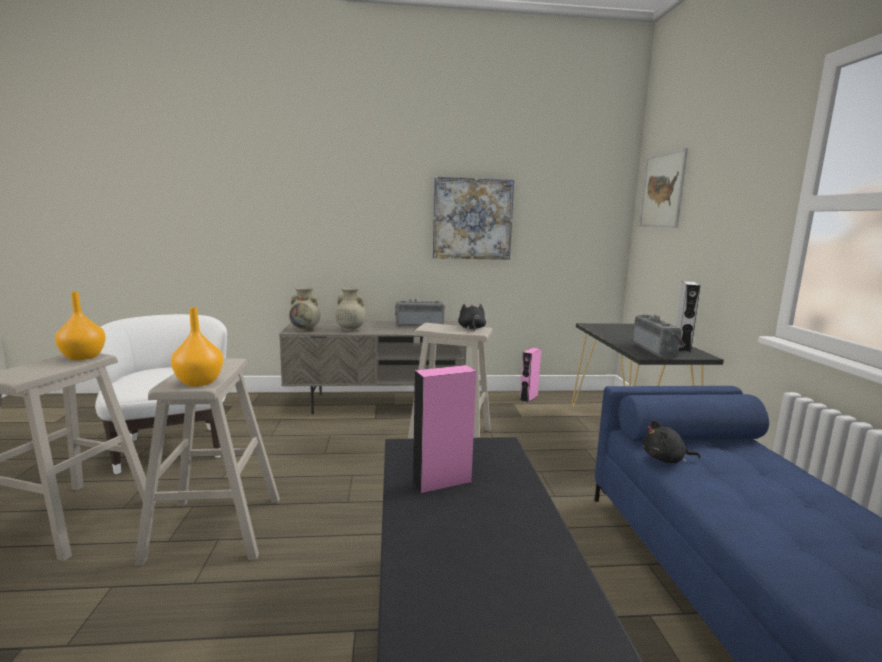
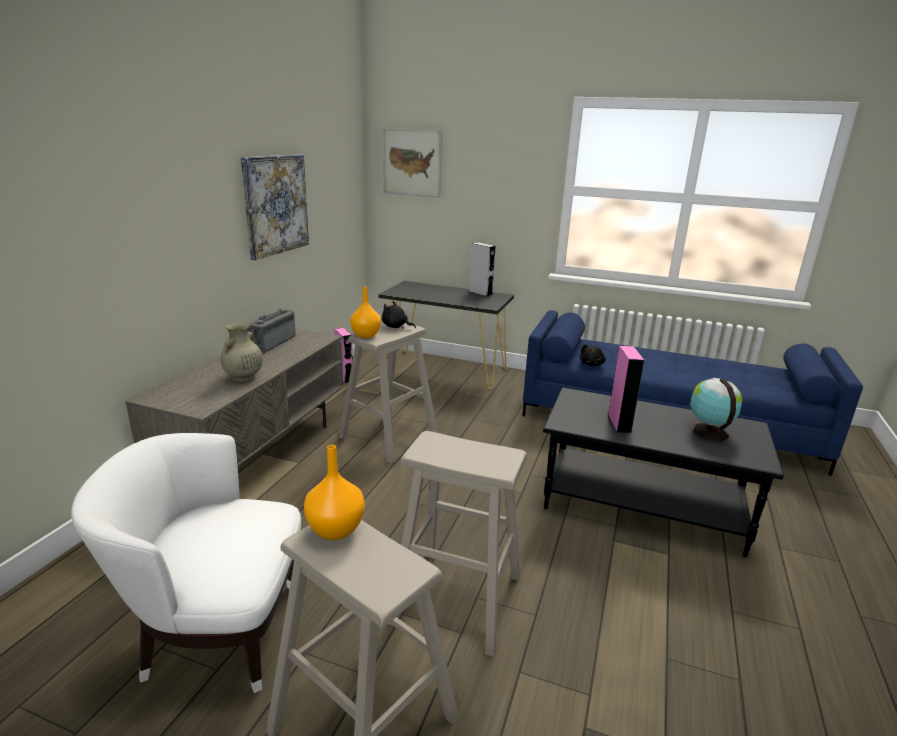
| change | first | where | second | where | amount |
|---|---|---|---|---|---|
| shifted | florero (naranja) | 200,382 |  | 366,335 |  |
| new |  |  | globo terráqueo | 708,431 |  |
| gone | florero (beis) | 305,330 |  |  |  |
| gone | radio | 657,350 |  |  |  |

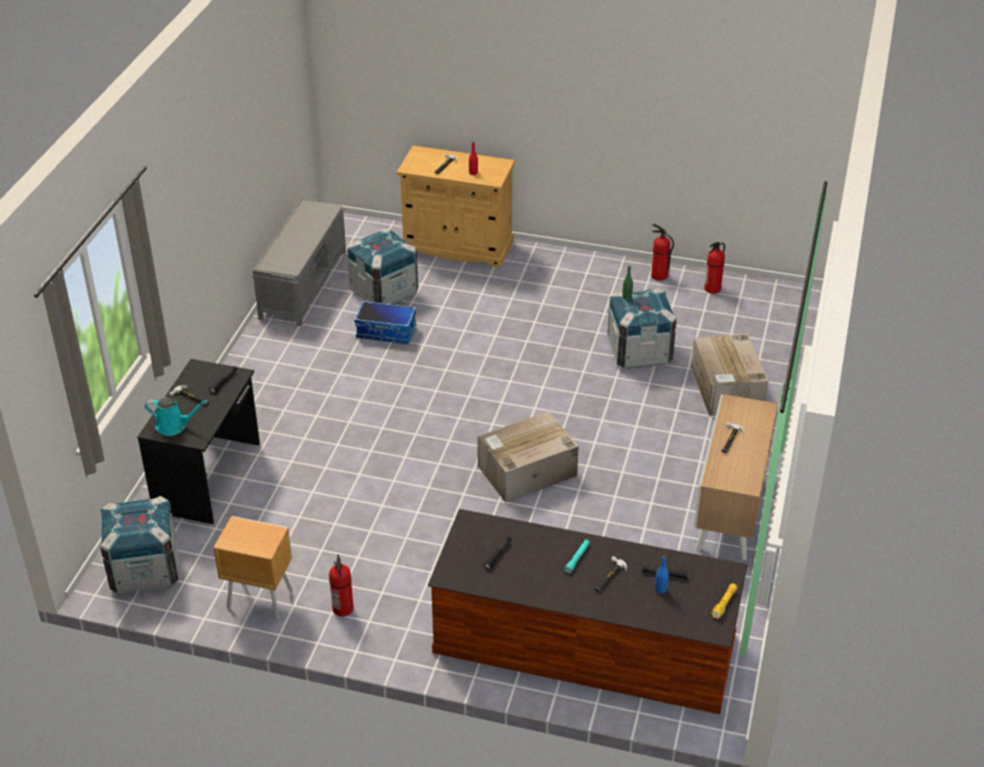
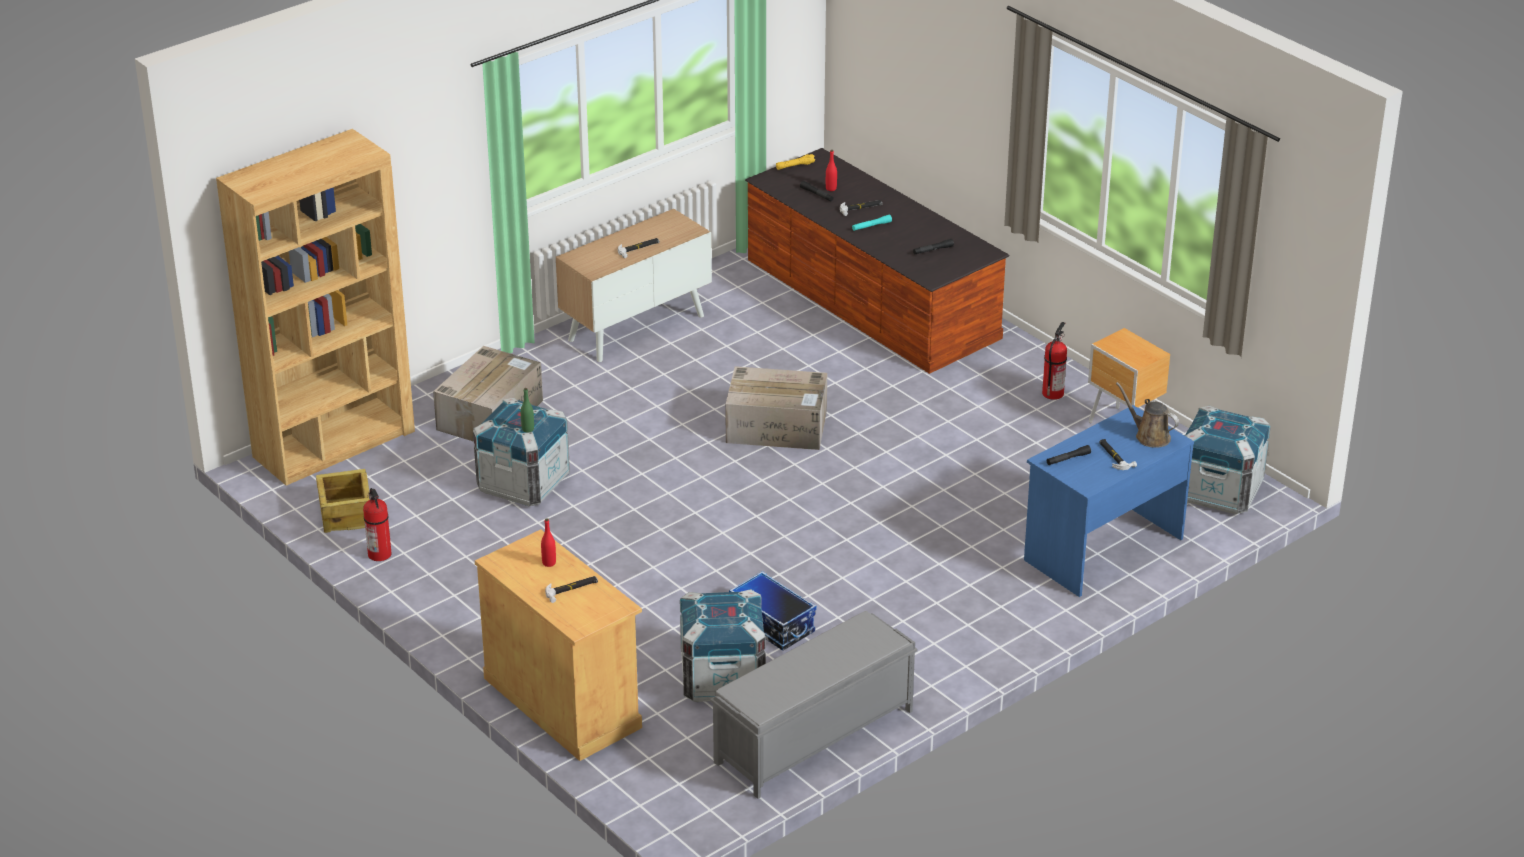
| change | first | where | second | where | amount |
|---|---|---|---|---|---|
| new |  |  | estantería (marrón) | 334,444 |  |
| swapped | extintor | 712,289 | caja de embalaje | 347,513 |  |
| repainted | botella (azul) | 660,589 | botella (rojo) | 831,188 |  |
| repainted | escritorio (negro) | 209,477 | escritorio (azul) | 1101,548 |  |
| repainted | regadera (turquesa) | 174,426 | regadera (marrón) | 1149,436 |  |

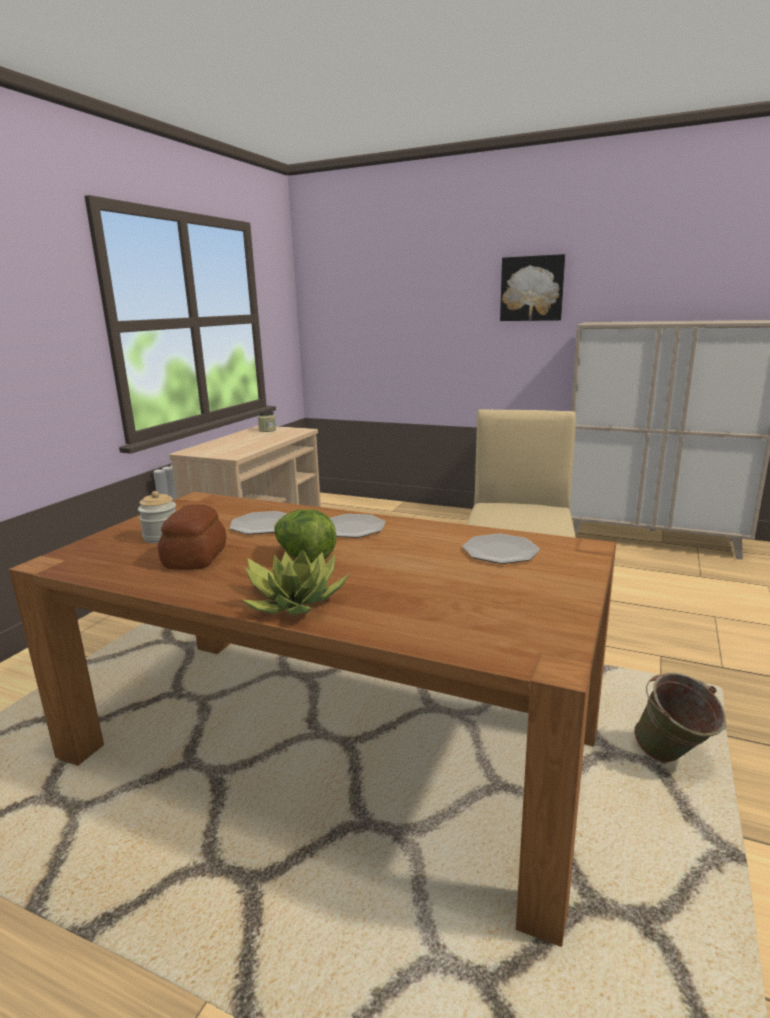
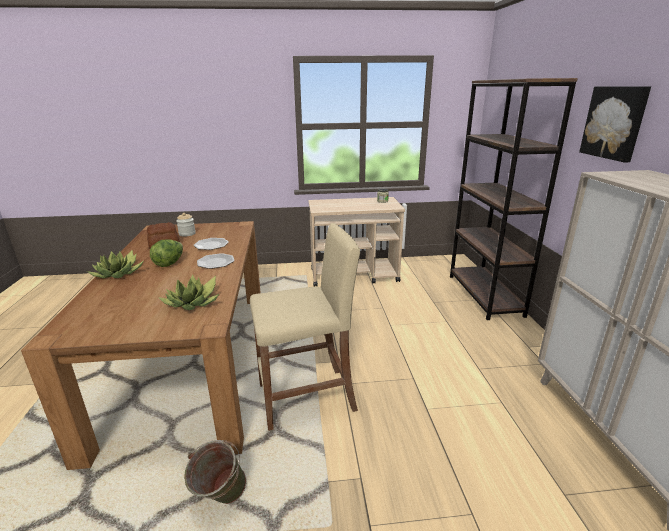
| change | first | where | second | where | amount |
|---|---|---|---|---|---|
| swapped | plato | 500,551 | planta en maceta | 194,303 |  |
| new |  |  | estantería (marrón) | 484,295 |  |

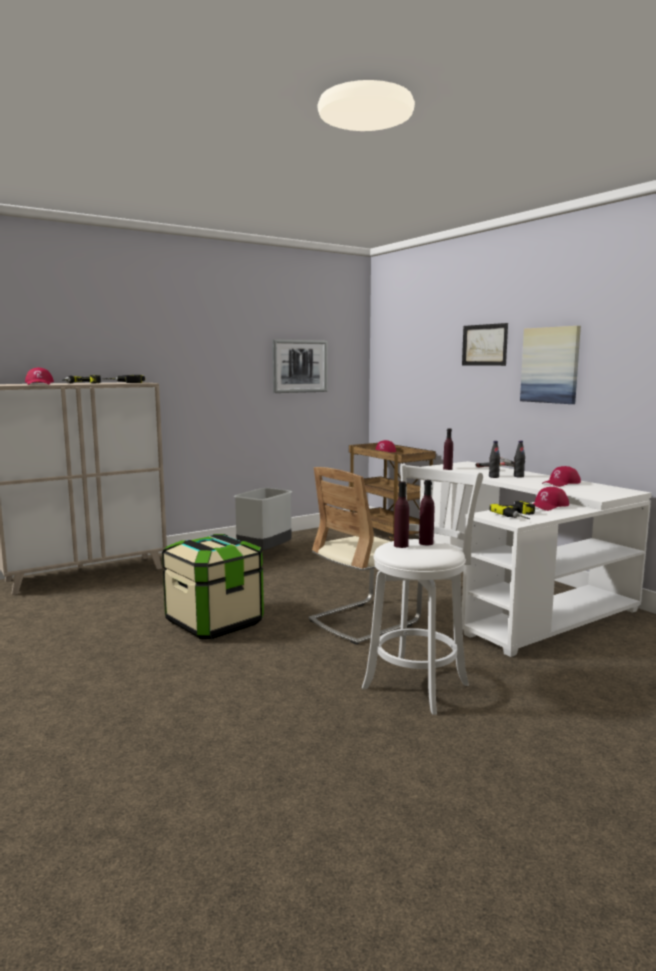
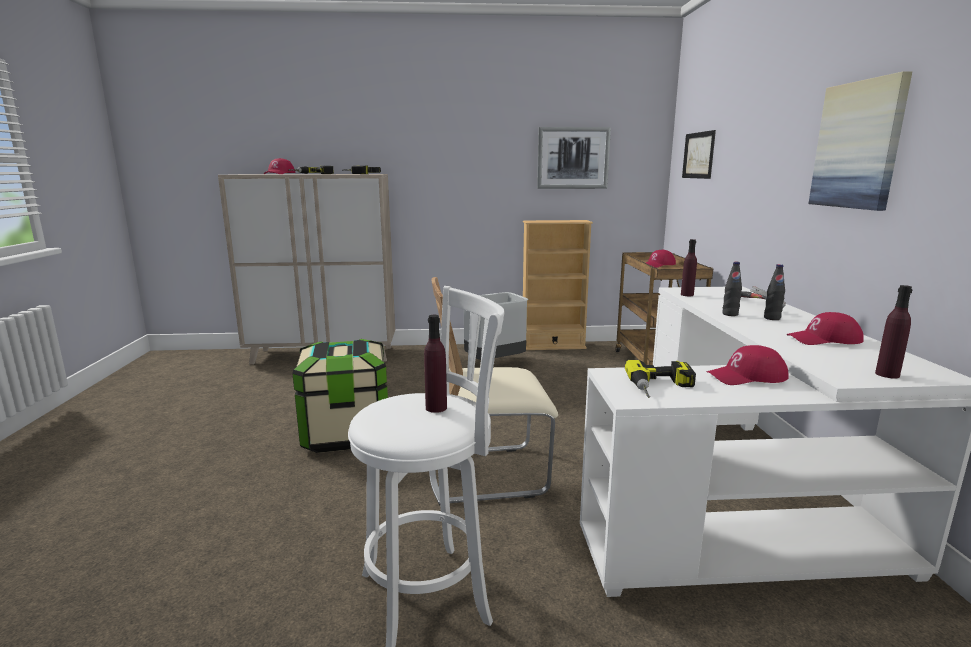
| change | first | where | second | where | amount |
|---|---|---|---|---|---|
| new |  |  | estantería (beis) | 553,346 |  |
| shifted | cuadro | 484,345 |  | 698,155 |  |
| shifted | botella (morado) | 401,545 |  | 887,374 |  |

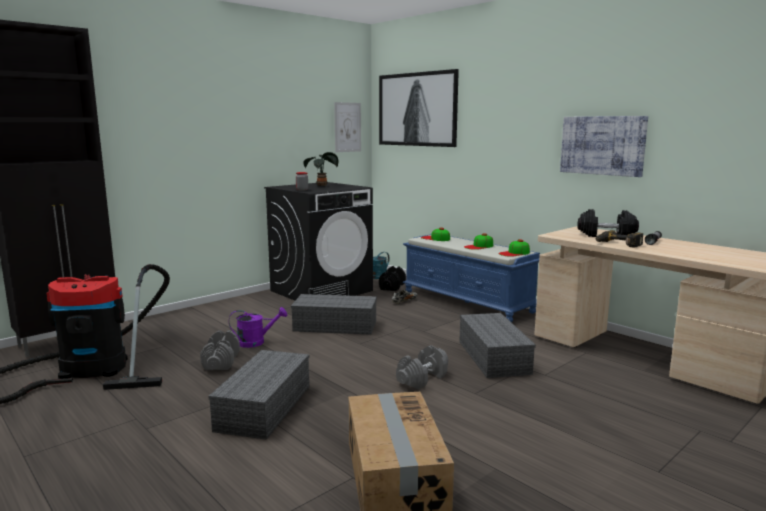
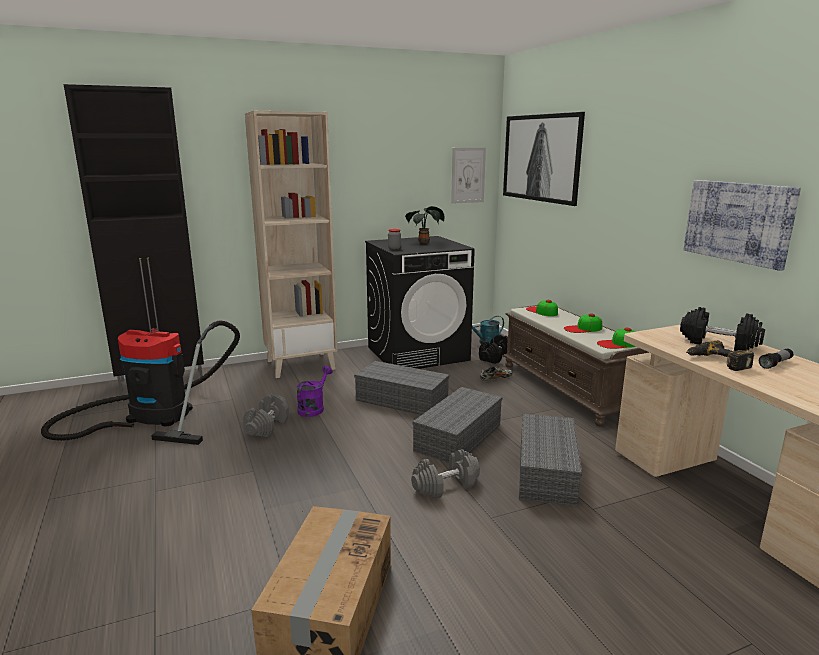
| change | first | where | second | where | amount |
|---|---|---|---|---|---|
| new |  |  | estantería (beis) | 301,364 |  |
| rotated | regadera (morado) | 256,342 |  | 313,408 | 75 degrees counterclockwise |
| shifted | caja de almacenaje (gris) | 264,406 |  | 458,436 |  |
| repainted | banco (azul) | 468,301 | banco (marrón) | 568,389 |  |

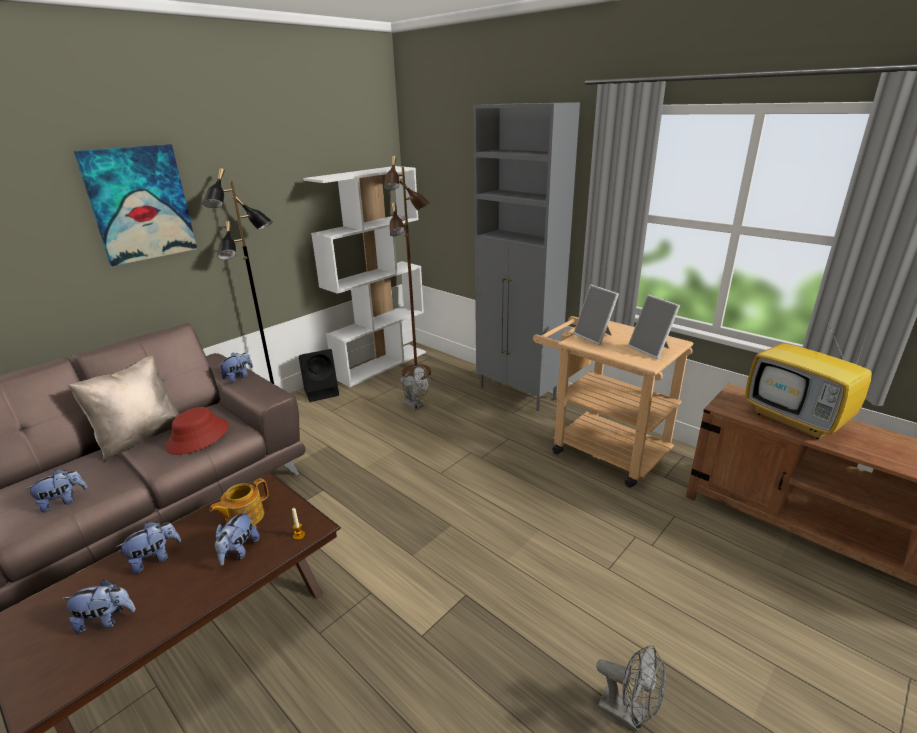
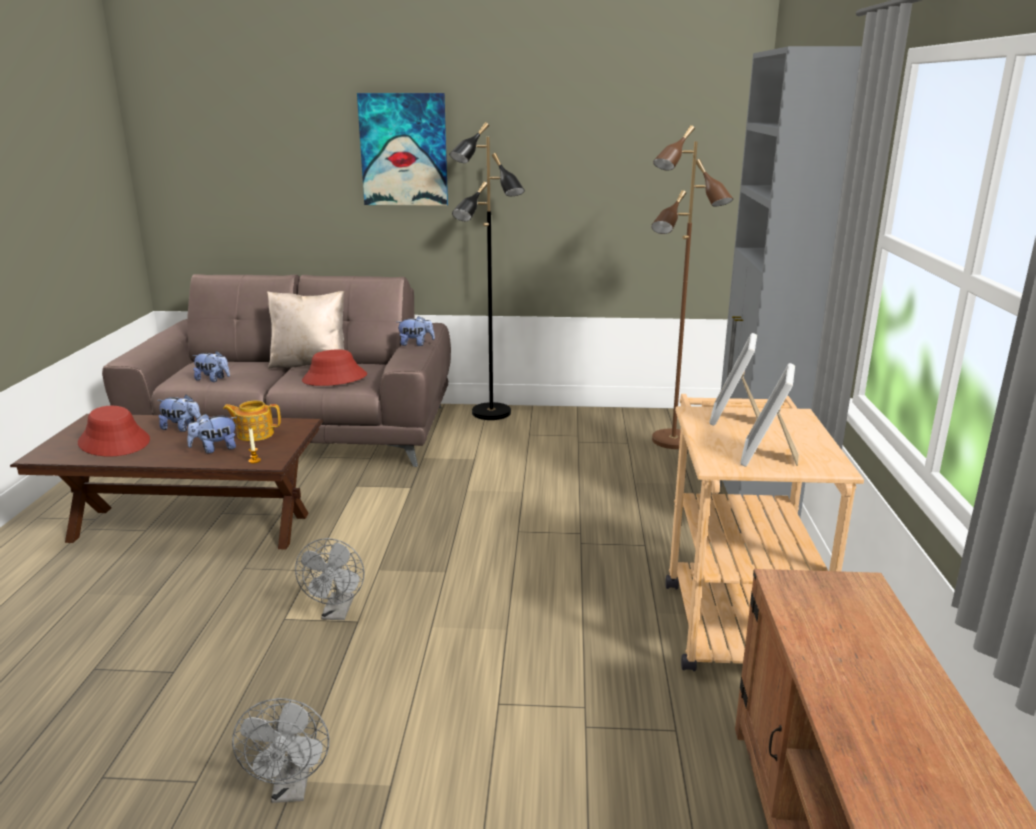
| change | first | where | second | where | amount |
|---|---|---|---|---|---|
| swapped | peluche | 106,620 | sombrero (rojo) | 115,442 |  |
| shifted | ventilador (gris) | 415,406 |  | 337,613 |  |
| gone | altavoz (negro) | 322,392 |  |  |  |
| gone | estantería (blanco) | 381,364 |  |  |  |
| gone | televisor | 797,420 |  |  |  |

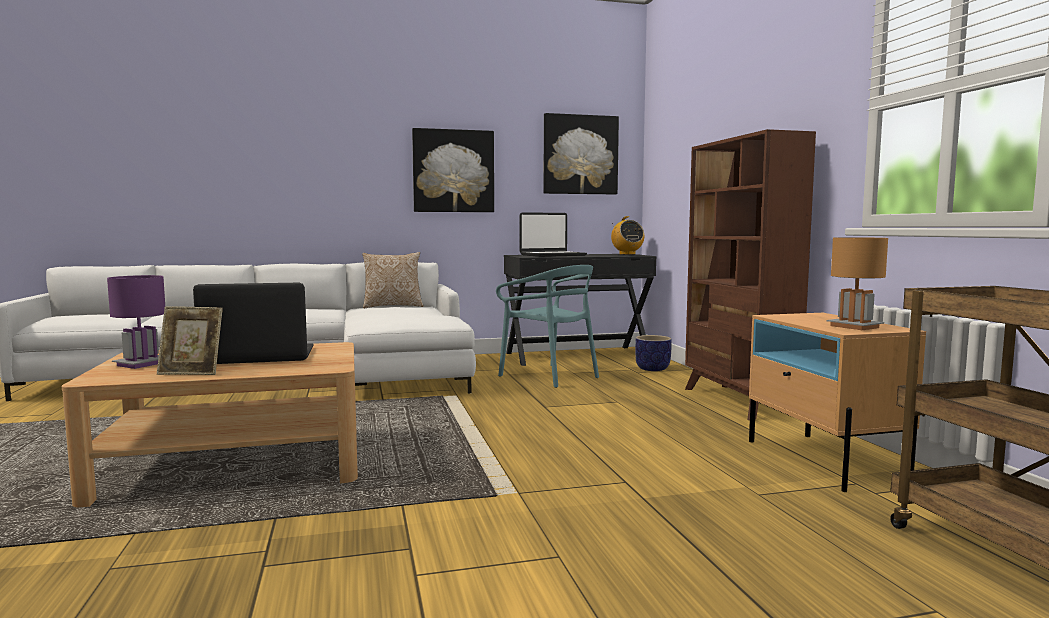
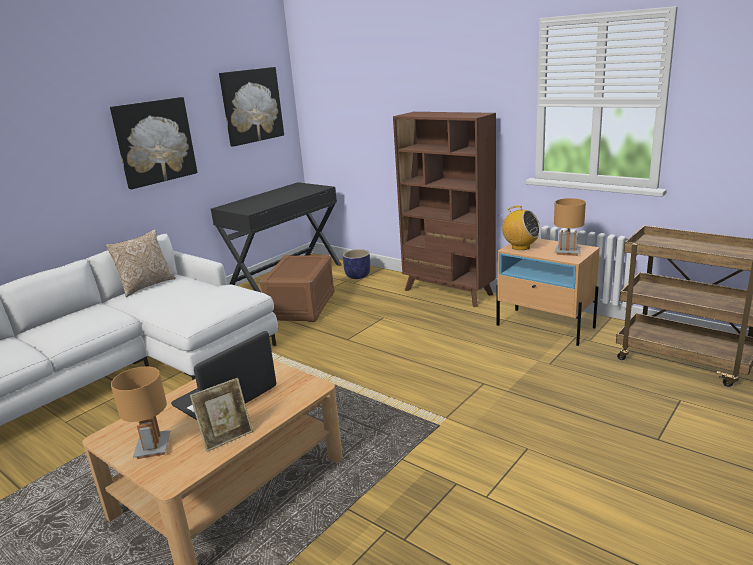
| change | first | where | second | where | amount |
|---|---|---|---|---|---|
| repainted | lámpara de mesa (morado) | 141,364 | lámpara de mesa (marrón) | 152,447 |  |
| swapped | silla (turquesa) | 550,376 | caja de almacenaje (marrón) | 302,306 |  |
| shifted | radio | 627,254 |  | 520,247 |  |
| gone | portátil | 552,255 |  |  |  |

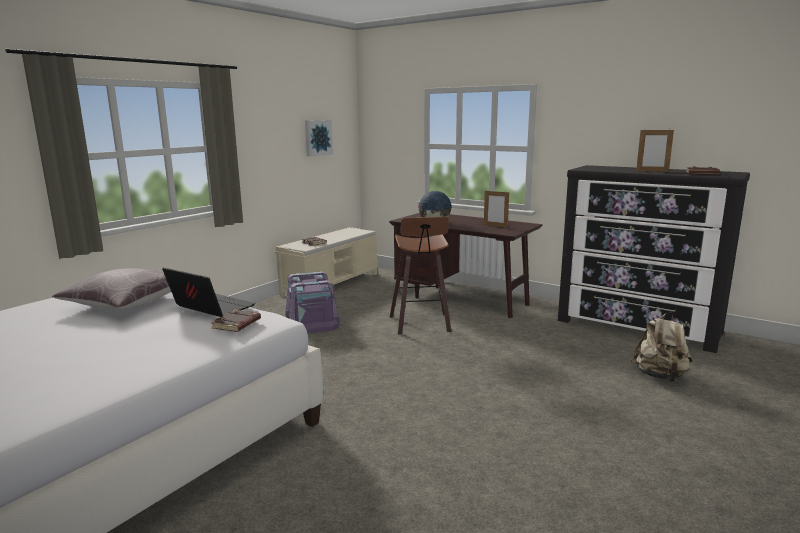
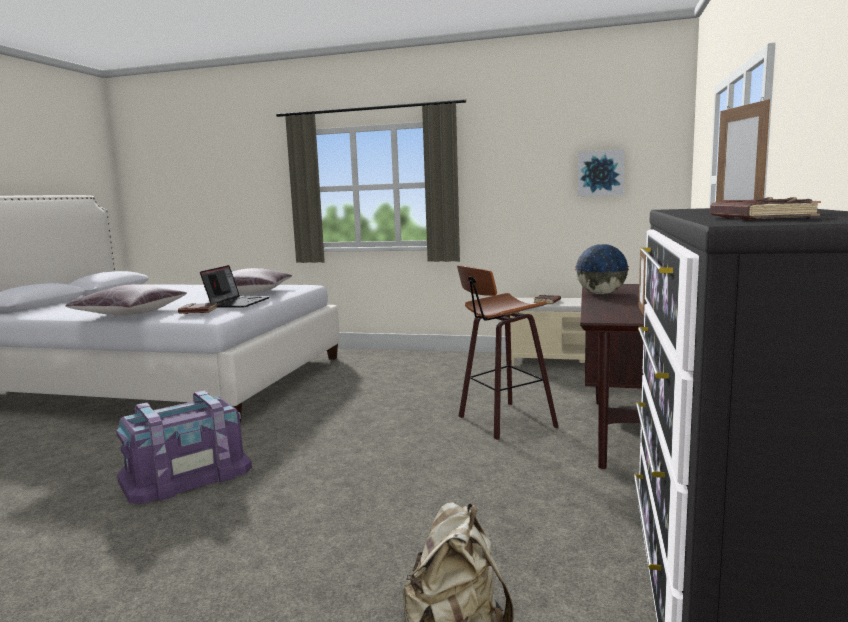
| change | first | where | second | where | amount |
|---|---|---|---|---|---|
| new |  |  | cojín (marrón) | 130,313 |  |
| shifted | caja de almacenaje (morado) | 311,320 |  | 186,474 |  |

